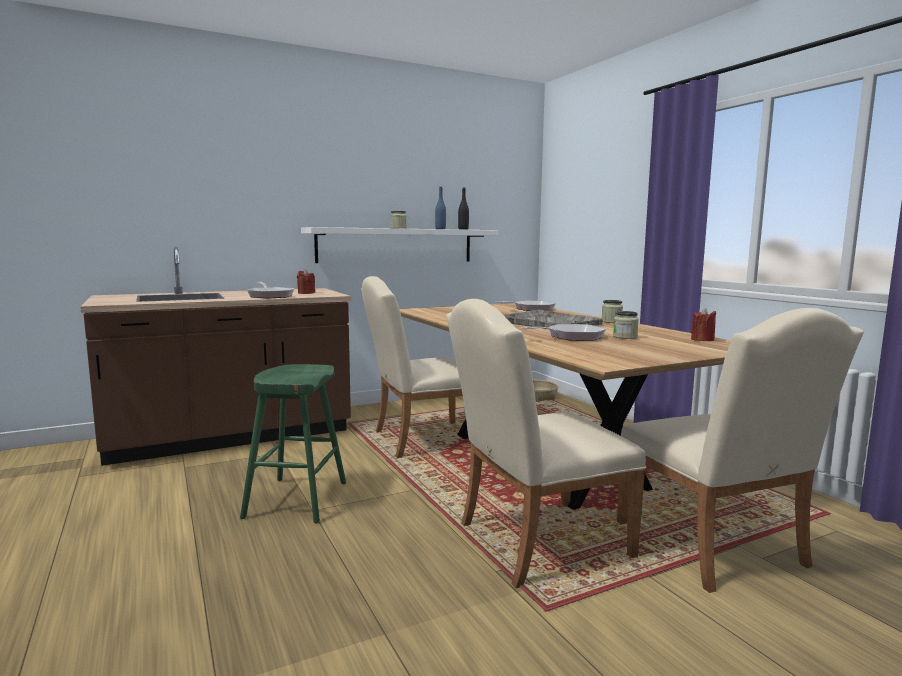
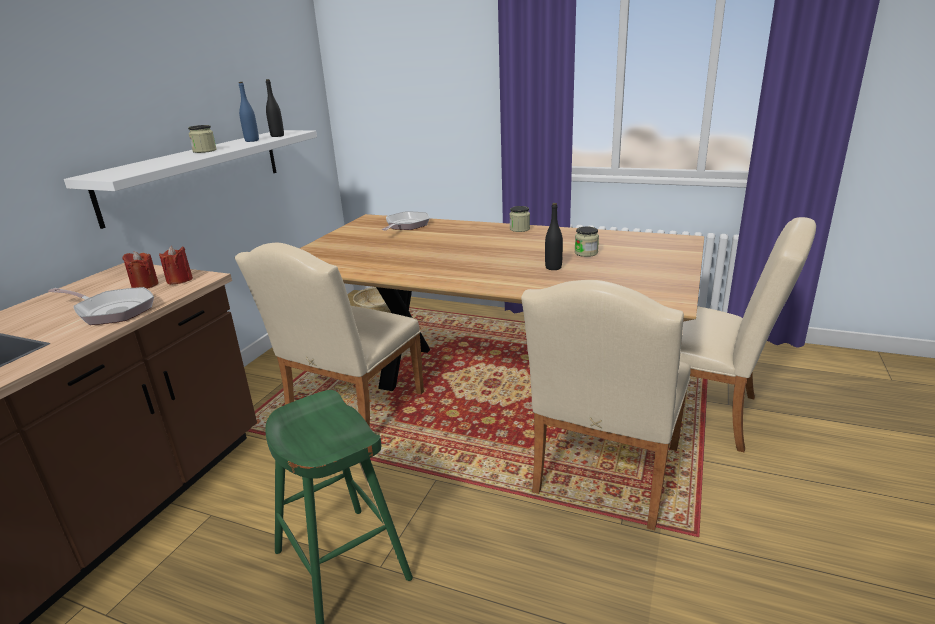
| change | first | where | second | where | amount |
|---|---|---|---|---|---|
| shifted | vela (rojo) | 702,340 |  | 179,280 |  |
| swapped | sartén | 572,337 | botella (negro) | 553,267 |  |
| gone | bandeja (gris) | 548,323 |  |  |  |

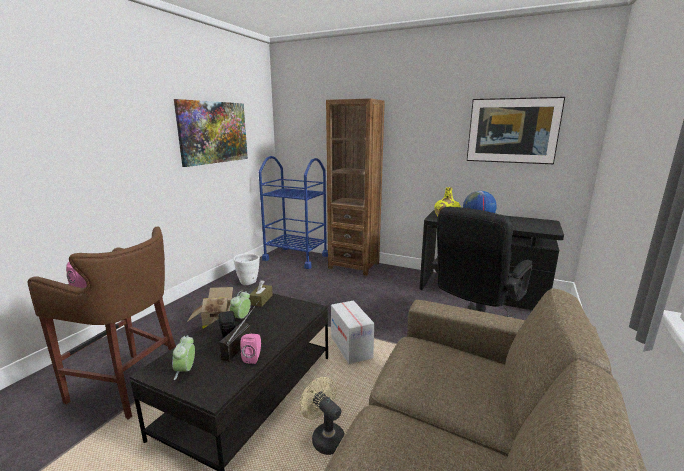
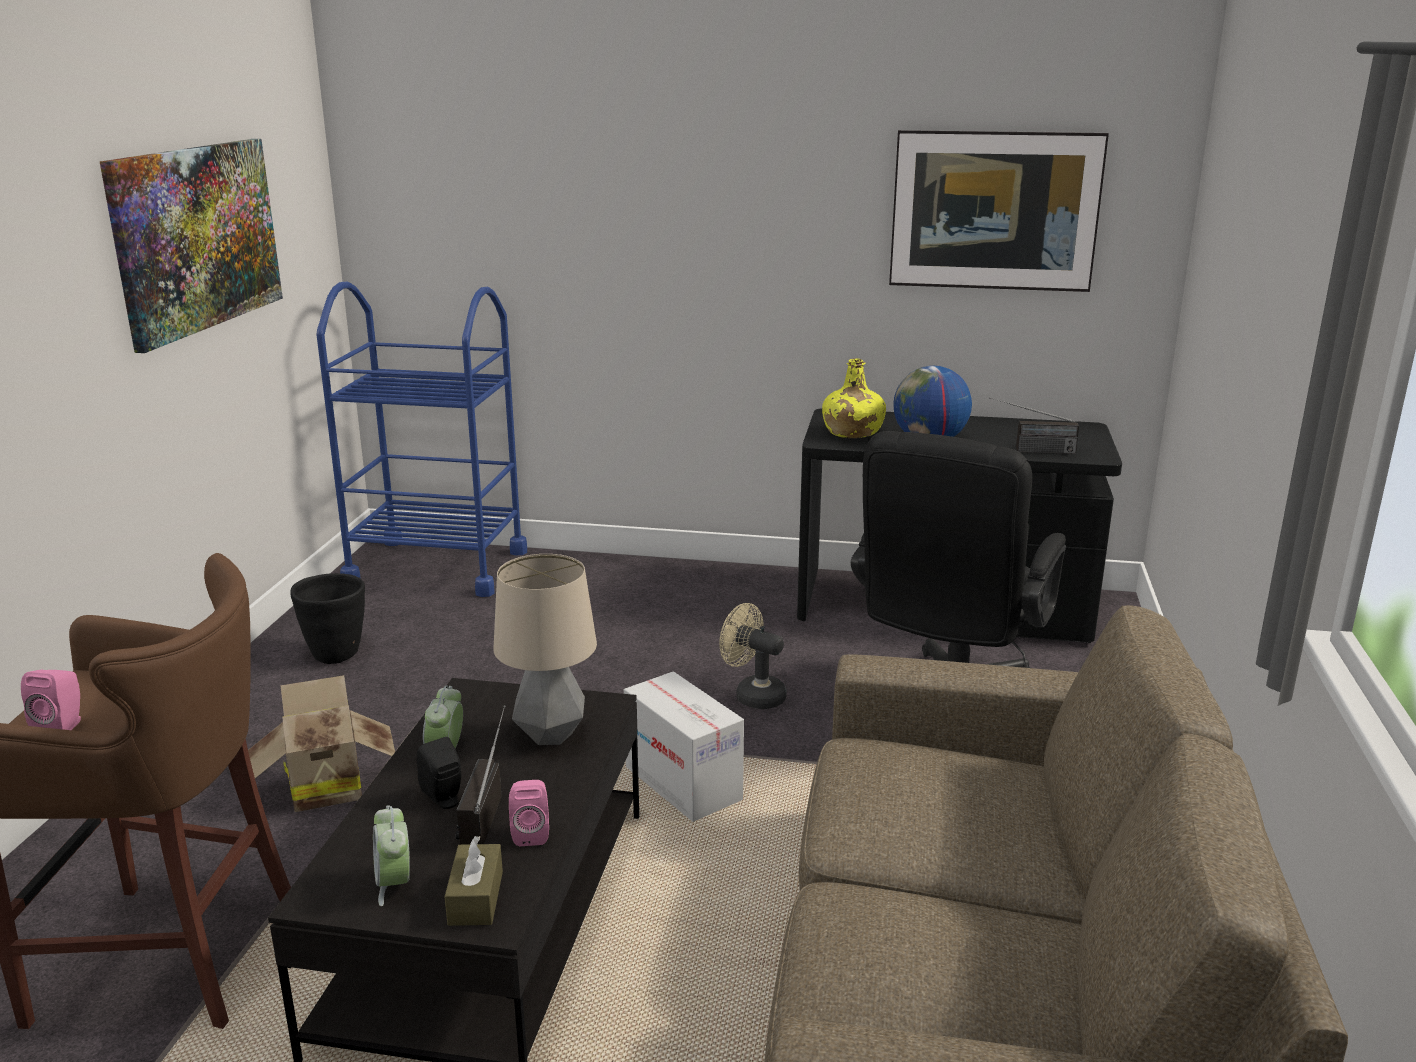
| change | first | where | second | where | amount |
|---|---|---|---|---|---|
| repainted | maceta (blanco) | 248,282 | maceta (negro) | 336,655 |  |
| shifted | caja de pañuelos (marrón) | 261,300 |  | 475,898 |  |
| new |  |  | lámpara de mesa | 549,735 |  |
| shifted | ventilador (beis) | 324,437 |  | 753,695 |  |
| new |  |  | radio | 1030,450 |  |
| gone | estantería (marrón) | 354,265 |  |  |  |

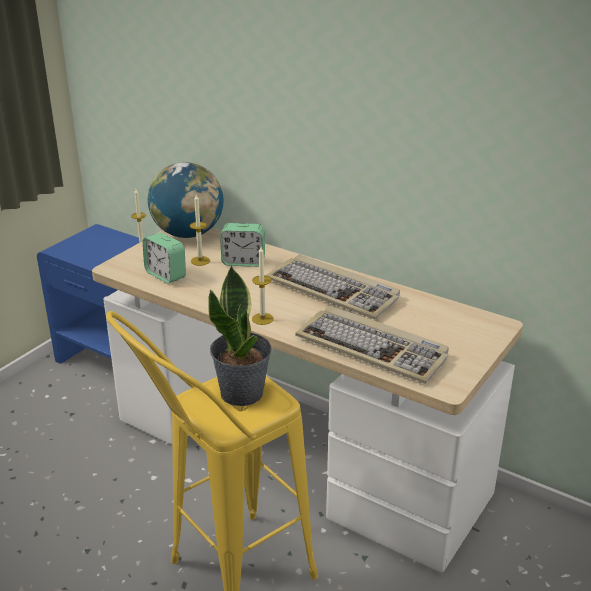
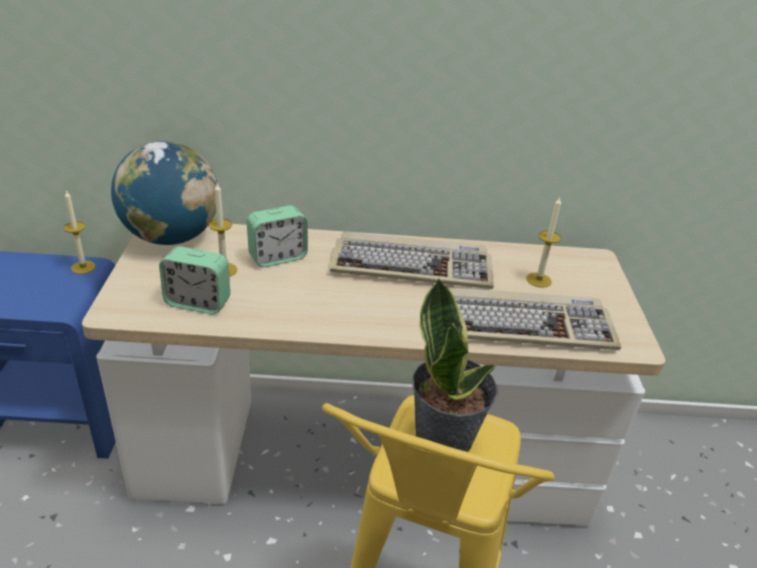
| change | first | where | second | where | amount |
|---|---|---|---|---|---|
| shifted | vela | 262,319 |  | 538,280 |  |

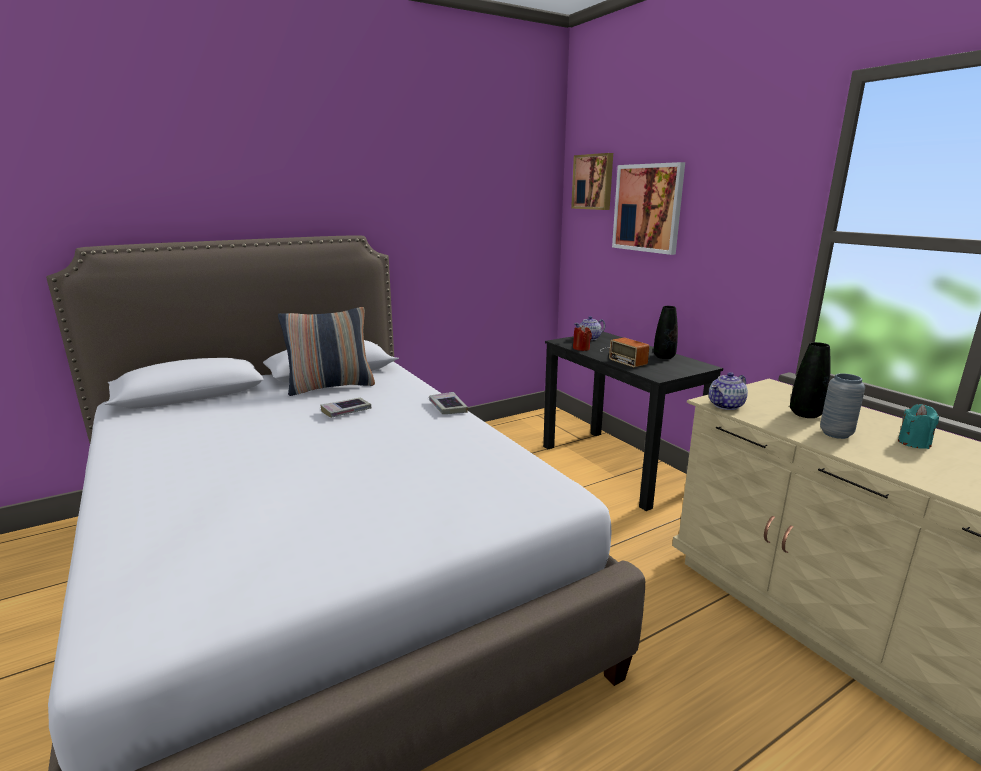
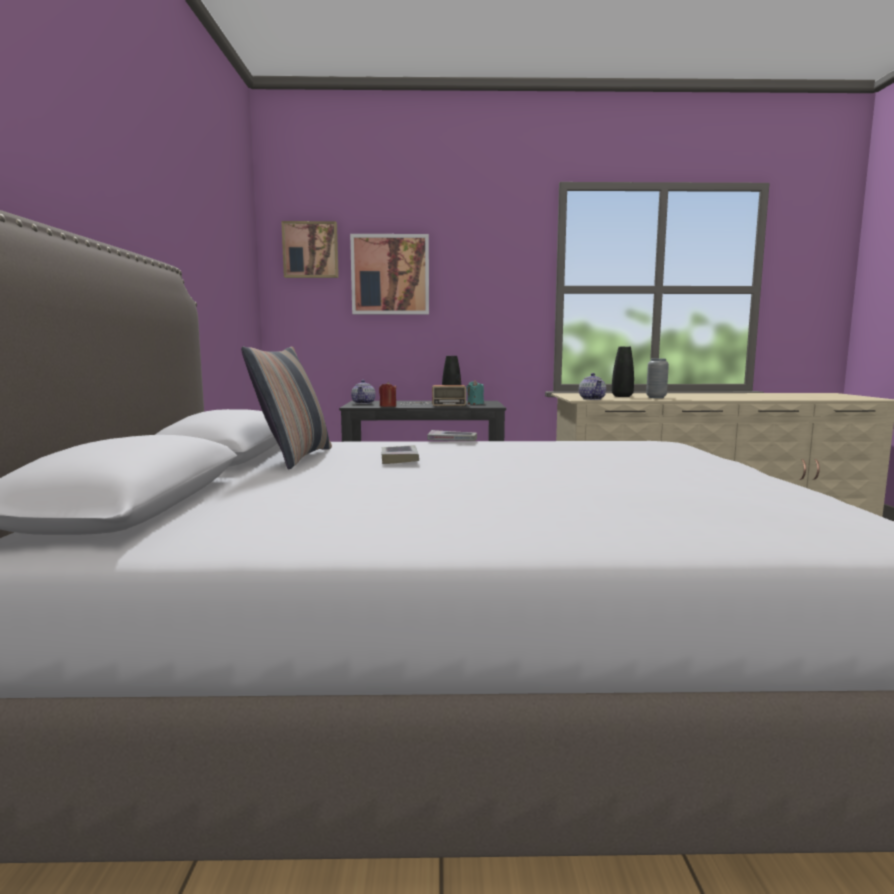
| change | first | where | second | where | amount |
|---|---|---|---|---|---|
| shifted | vela (turquesa) | 914,443 |  | 475,403 |  |

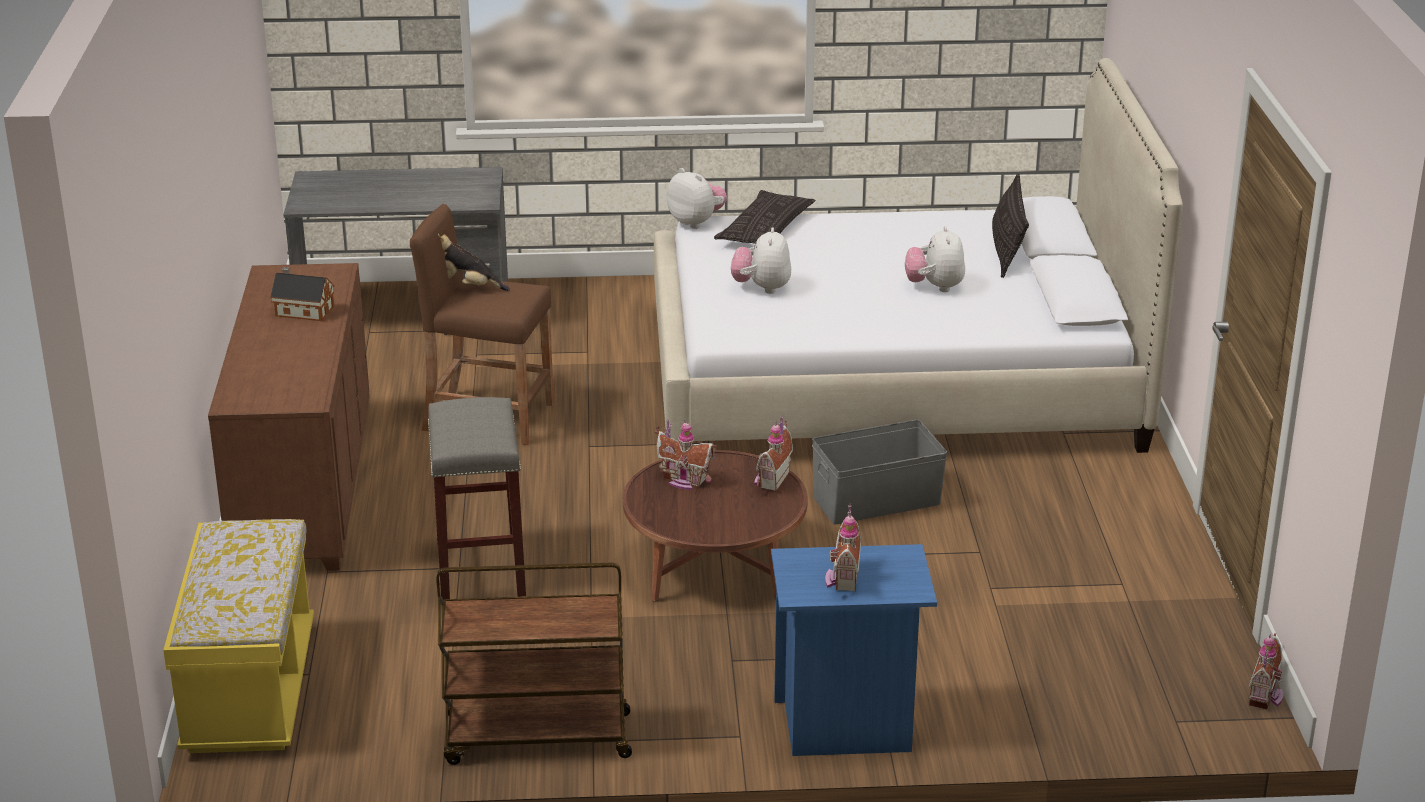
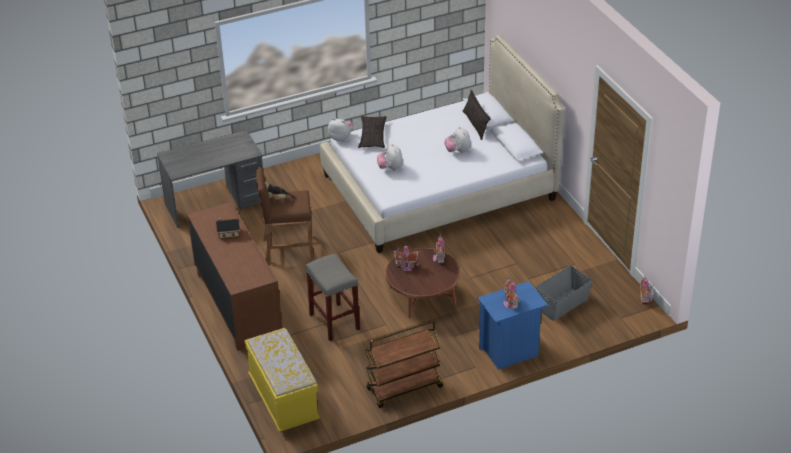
| change | first | where | second | where | amount |
|---|---|---|---|---|---|
| shifted | caja de almacenaje (gris) | 876,500 |  | 562,304 |  |

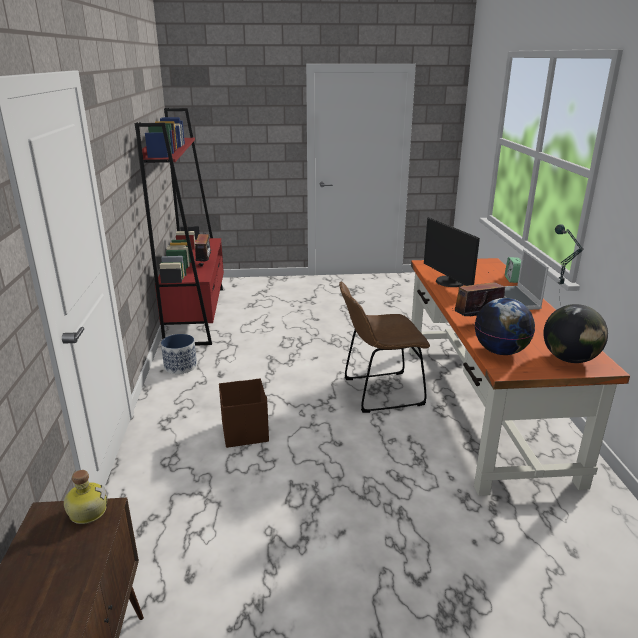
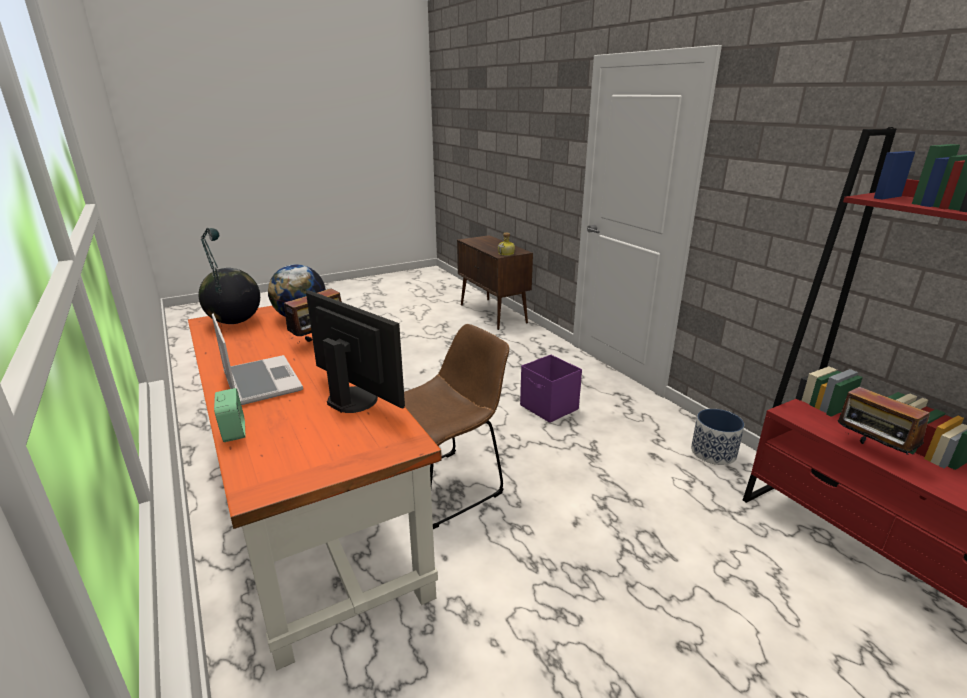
| change | first | where | second | where | amount |
|---|---|---|---|---|---|
| repainted | caja de almacenaje (marrón) | 245,431 | caja de almacenaje (morado) | 549,408 |  |

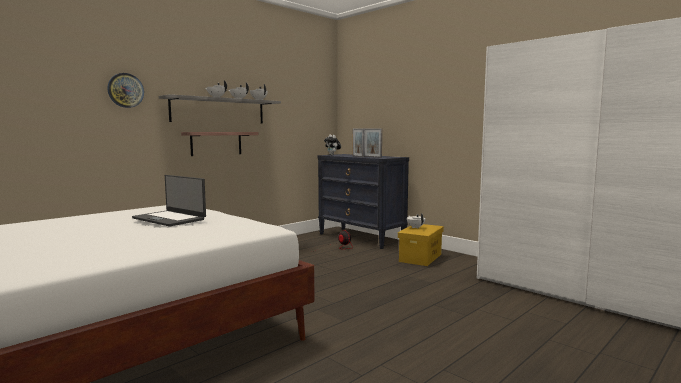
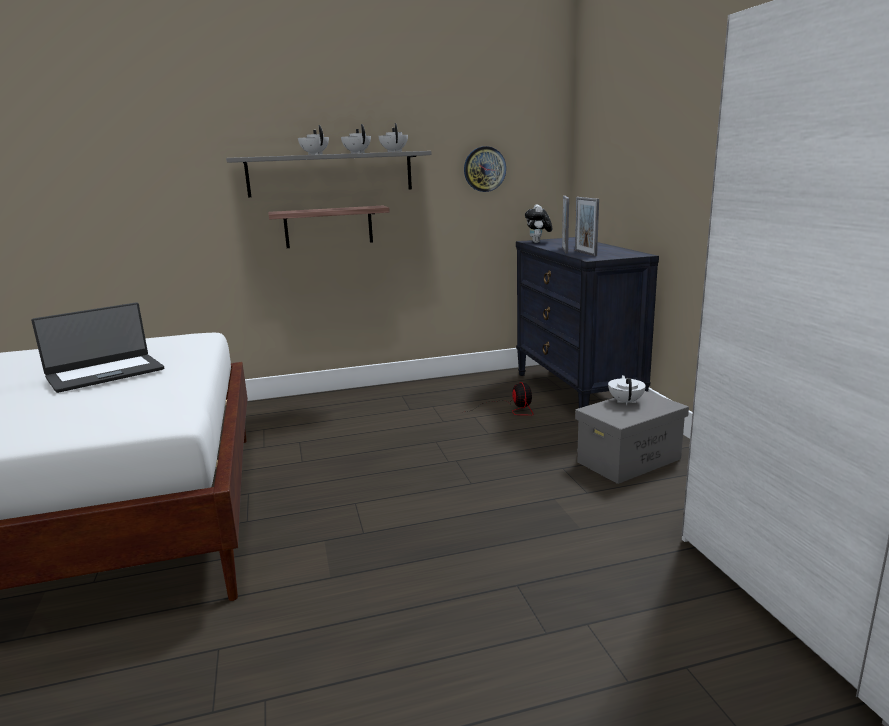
| change | first | where | second | where | amount |
|---|---|---|---|---|---|
| rotated | portátil | 170,219 |  | 105,373 | 105 degrees counterclockwise |
| shifted | reloj de pared | 125,90 |  | 484,169 |  |
| repainted | caja de almacenaje (amarillo) | 420,257 | caja de almacenaje (gris) | 629,460 |  |

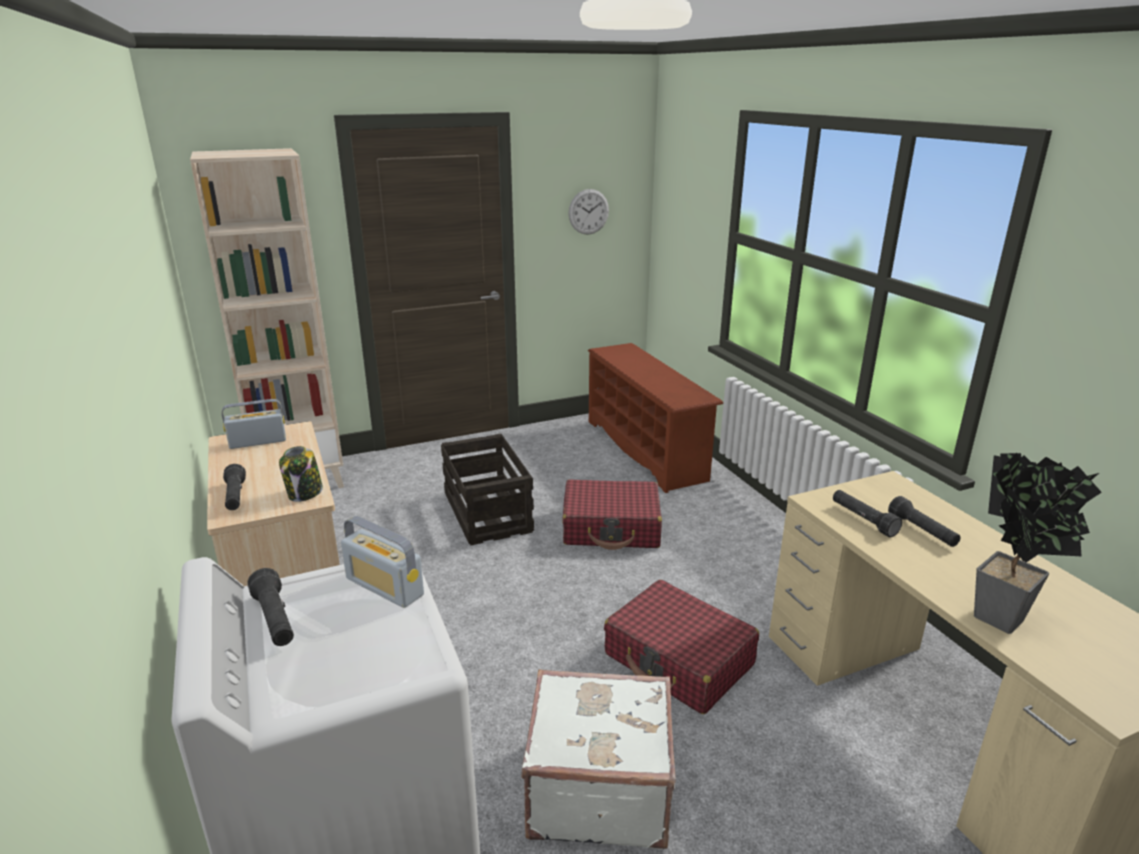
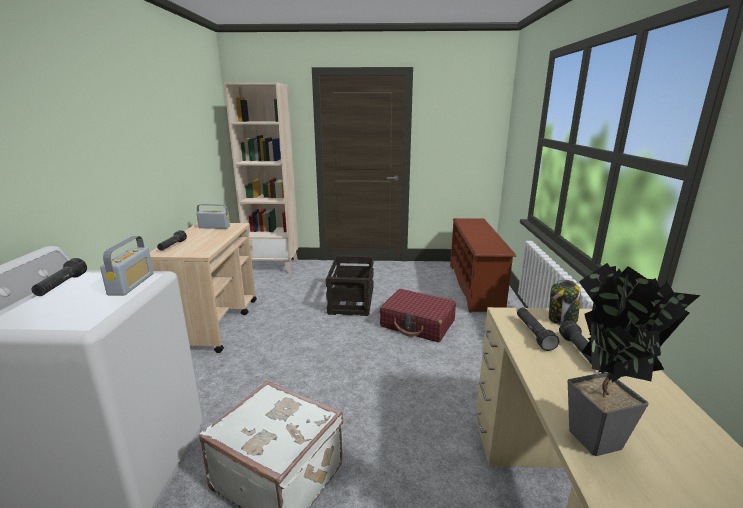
| change | first | where | second | where | amount |
|---|---|---|---|---|---|
| rotated | radio | 384,587 |  | 132,284 | 150 degrees counterclockwise |
| shifted | tarro | 305,493 |  | 562,319 |  |
| gone | reloj de pared | 588,211 |  |  |  |
| gone | maleta (rojo) | 679,660 |  |  |  |

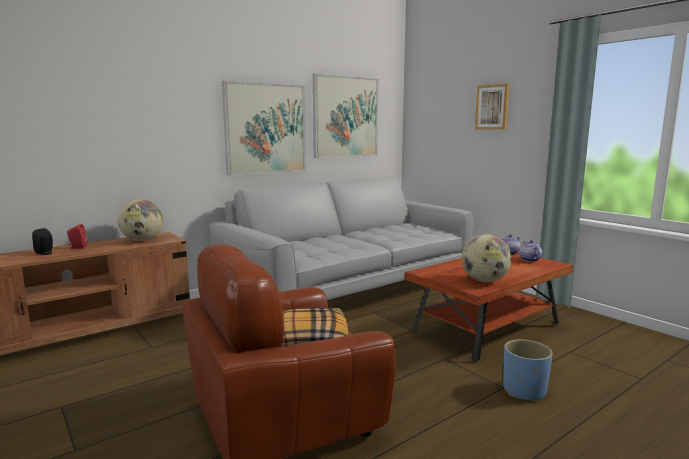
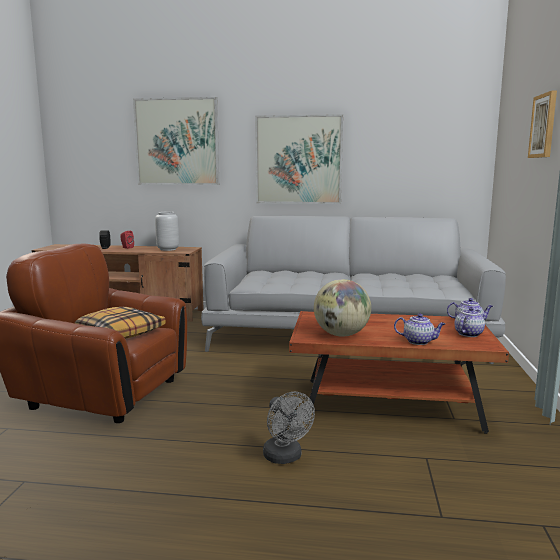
| change | first | where | second | where | amount |
|---|---|---|---|---|---|
| shifted | cuadro | 345,117 |  | 177,142 |  |
| swapped | globo terráqueo | 142,240 | florero (gris) | 167,249 |  |
| swapped | maceta (azul) | 524,390 | ventilador (gris) | 285,457 |  |
| new |  |  | tetera | 419,341 |  |

